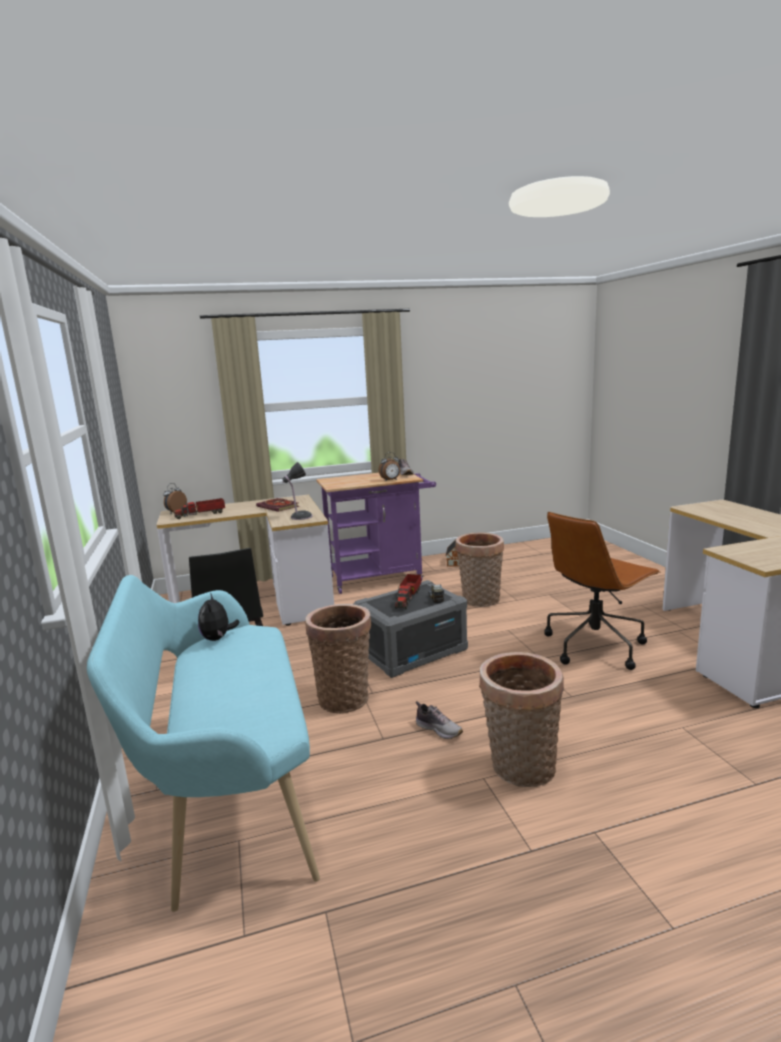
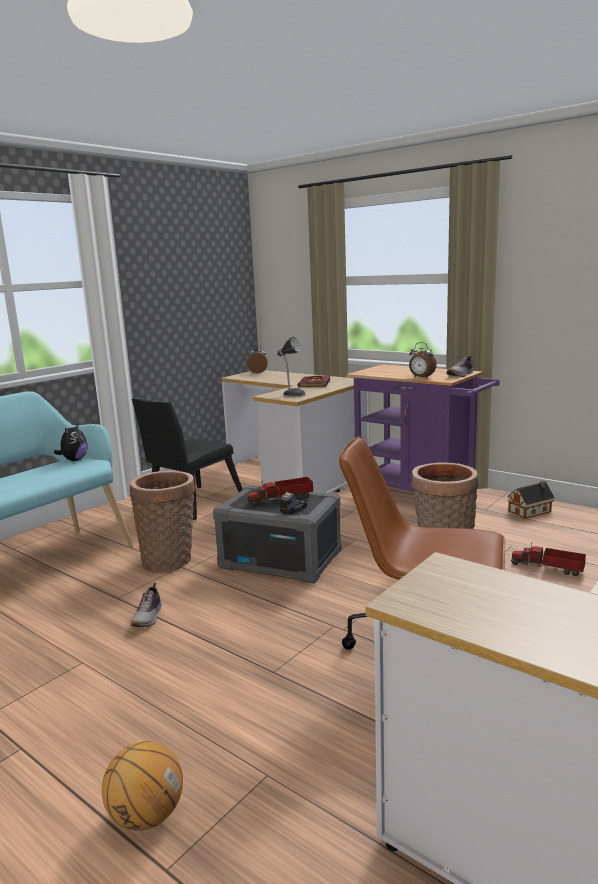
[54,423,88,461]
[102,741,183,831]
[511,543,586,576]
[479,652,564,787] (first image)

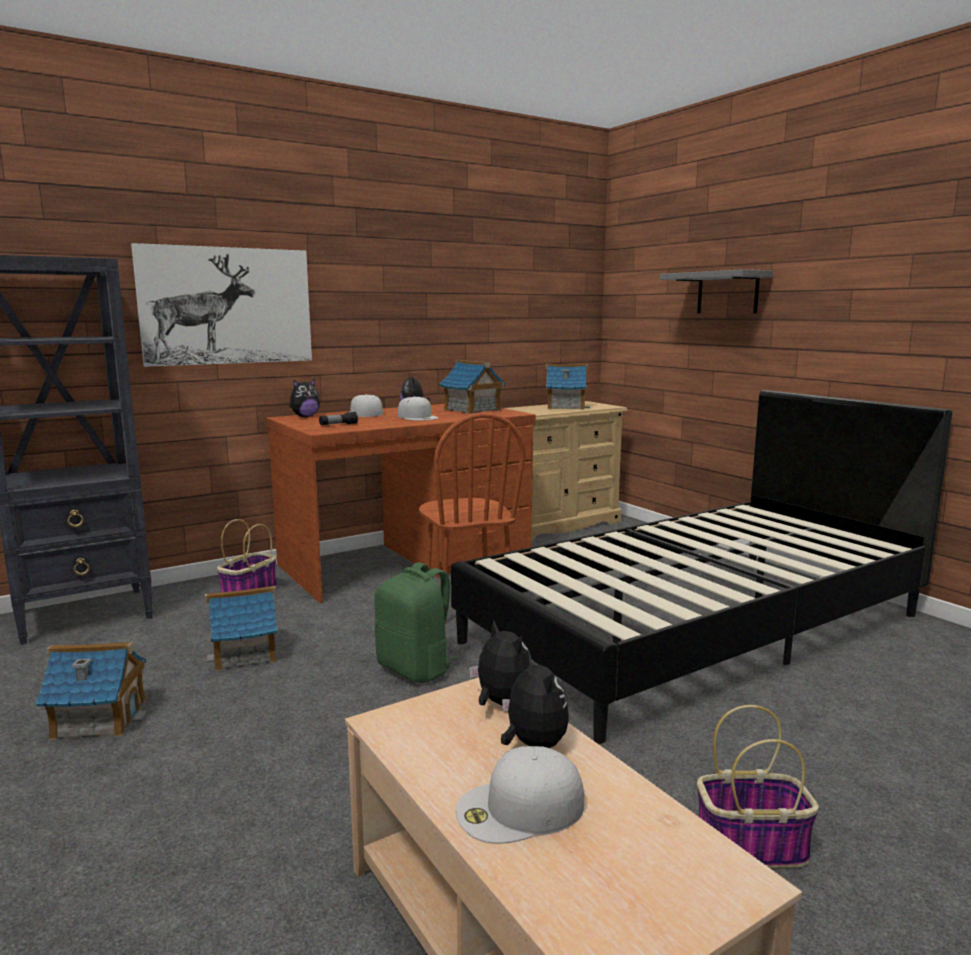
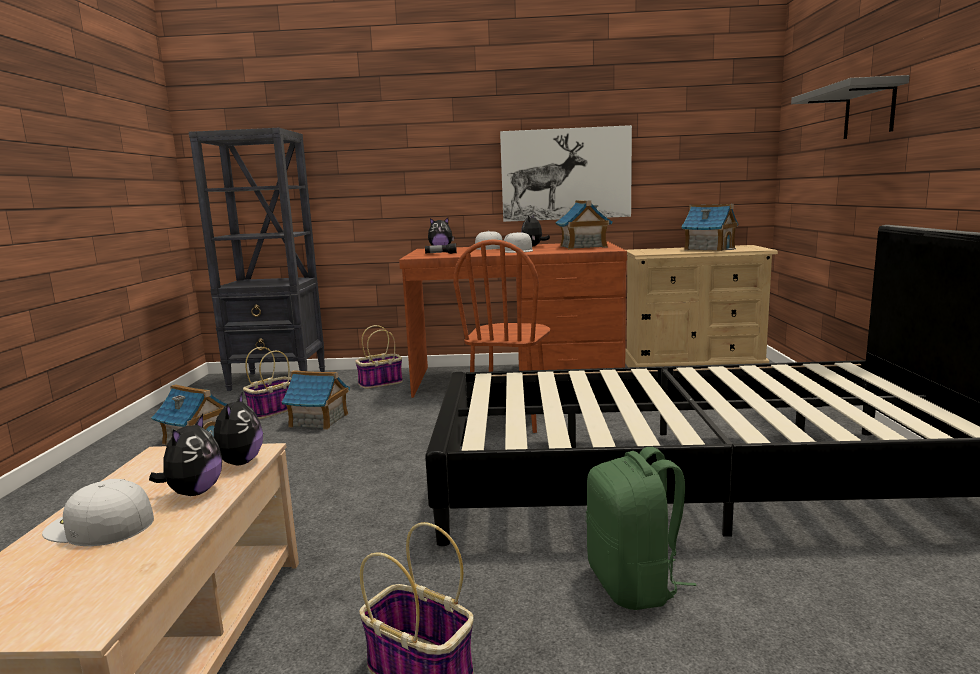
[243,347,291,419]
[500,125,632,222]
[586,447,697,610]

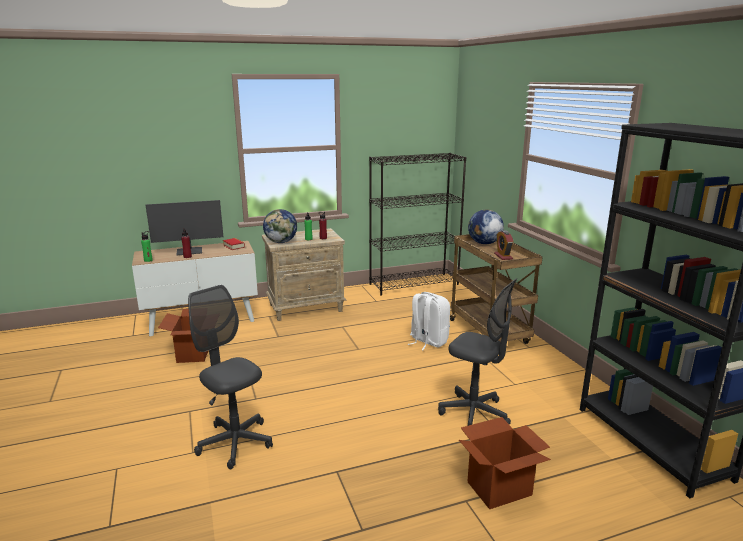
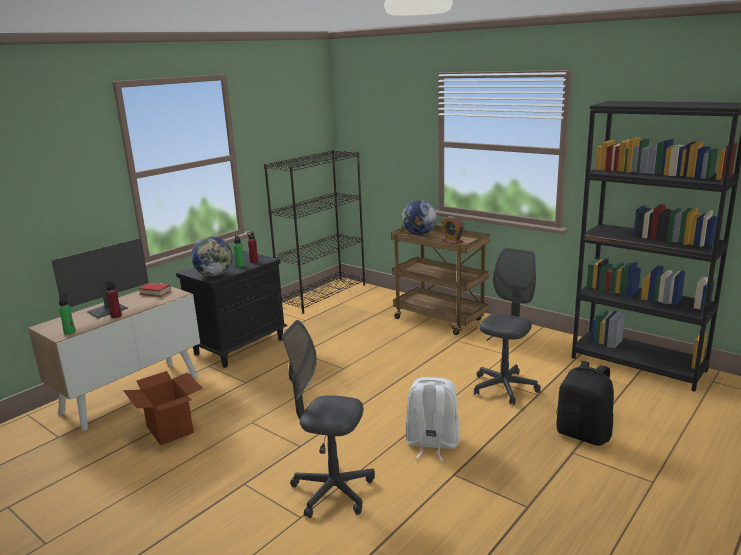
[176,251,288,368]
[406,377,459,461]
[474,248,541,405]
[556,361,614,446]

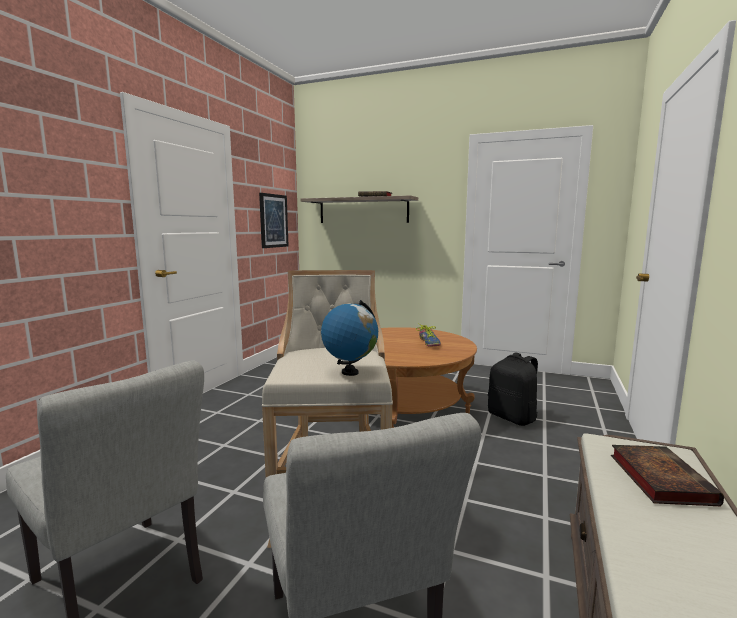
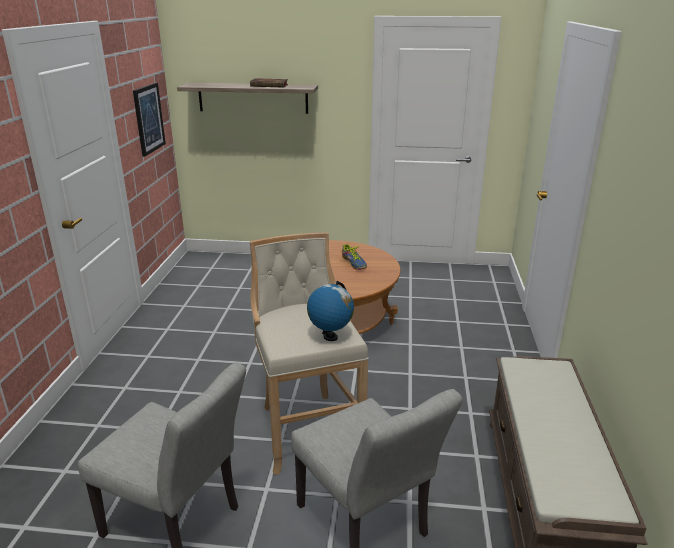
[488,353,538,426] (first image)
[611,445,724,506] (first image)

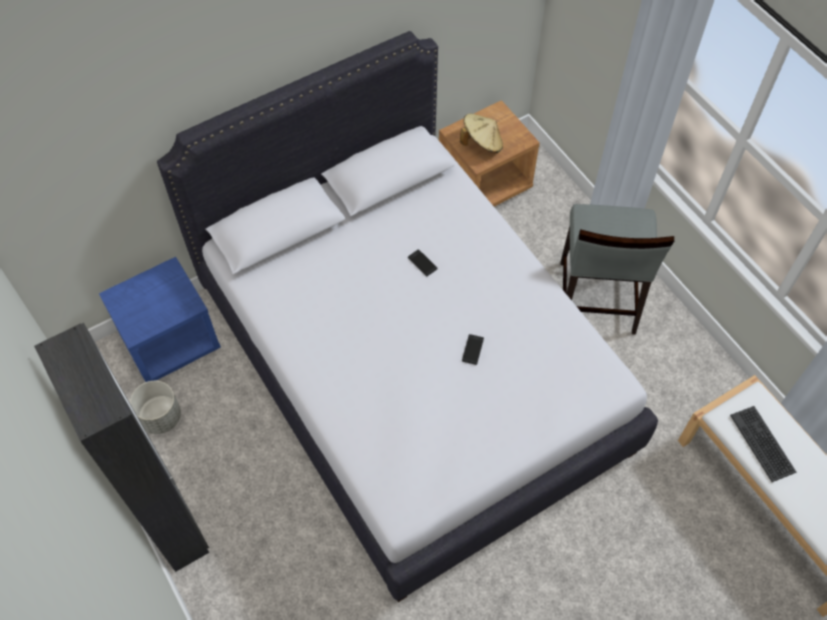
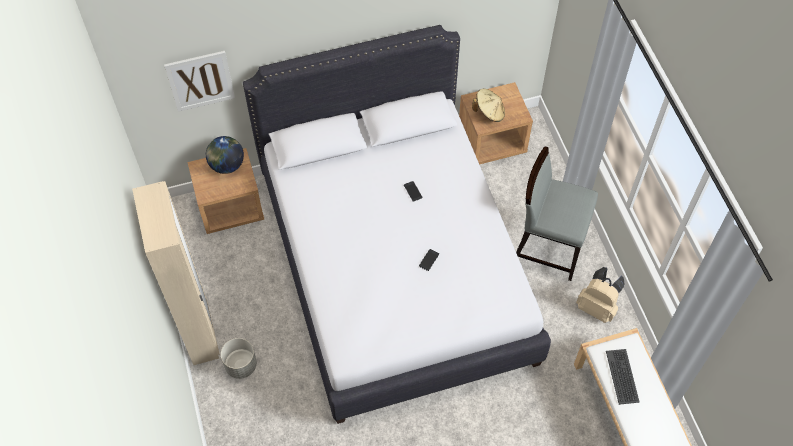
[132,181,220,365]
[164,51,235,112]
[187,148,264,234]
[206,136,244,174]
[221,338,257,379]
[516,146,598,281]
[576,267,625,323]

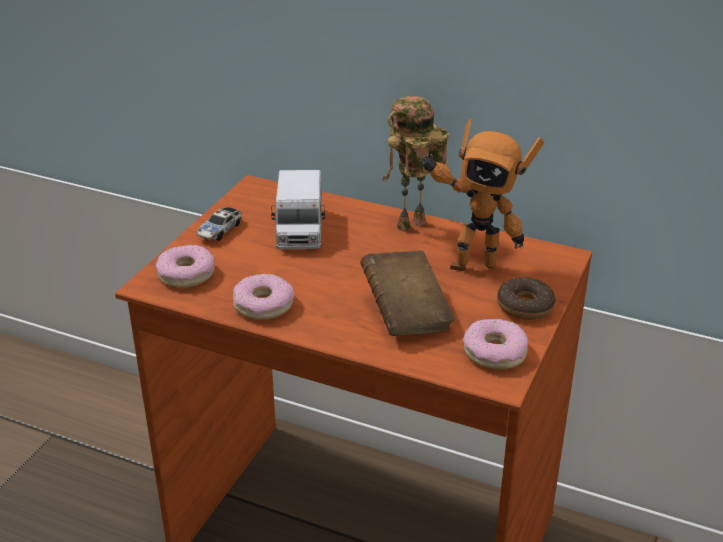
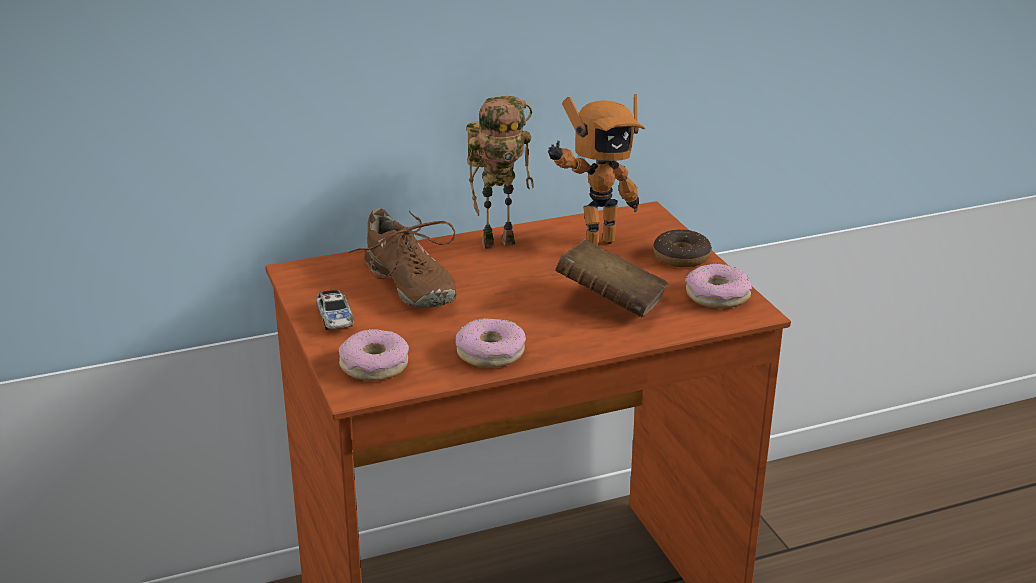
[349,208,456,308]
[467,96,534,249]

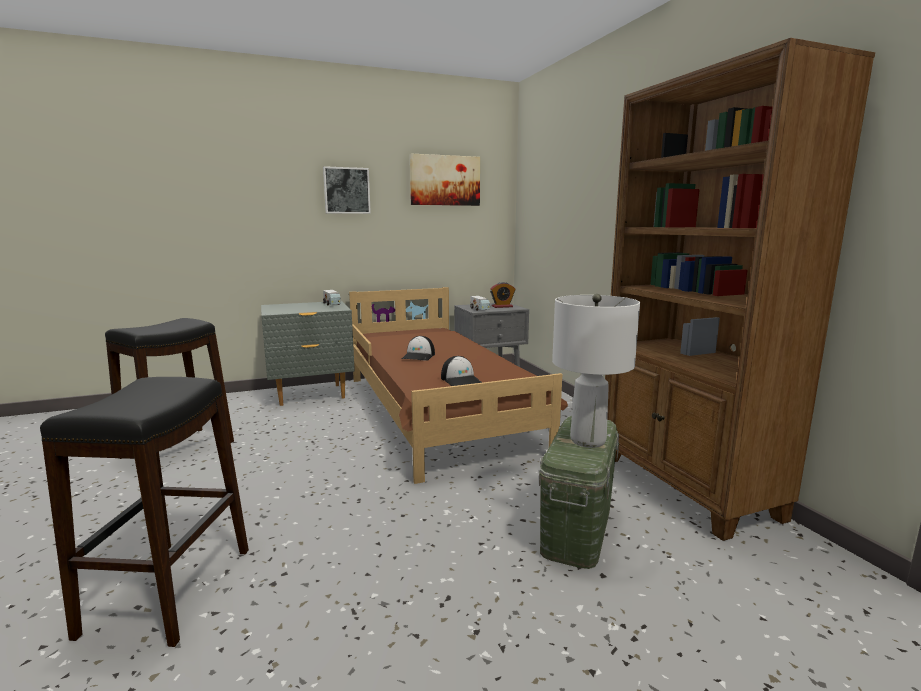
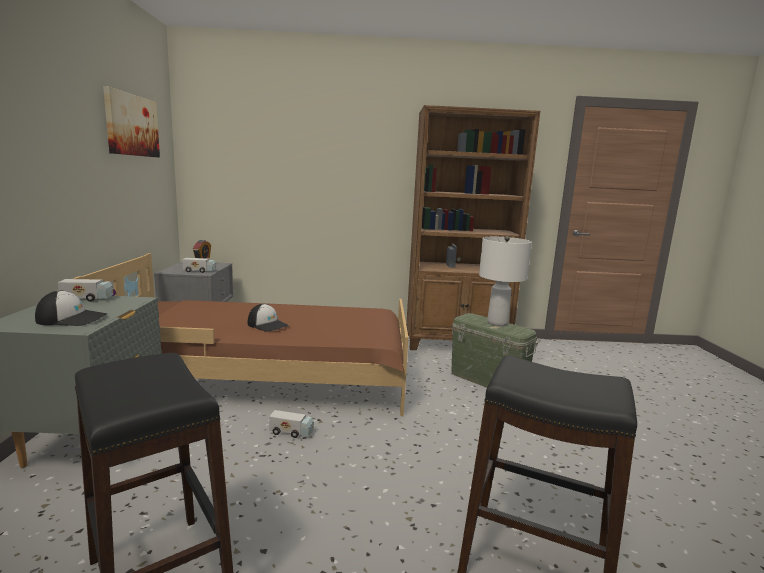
[35,291,107,326]
[269,410,314,438]
[323,166,371,214] (first image)

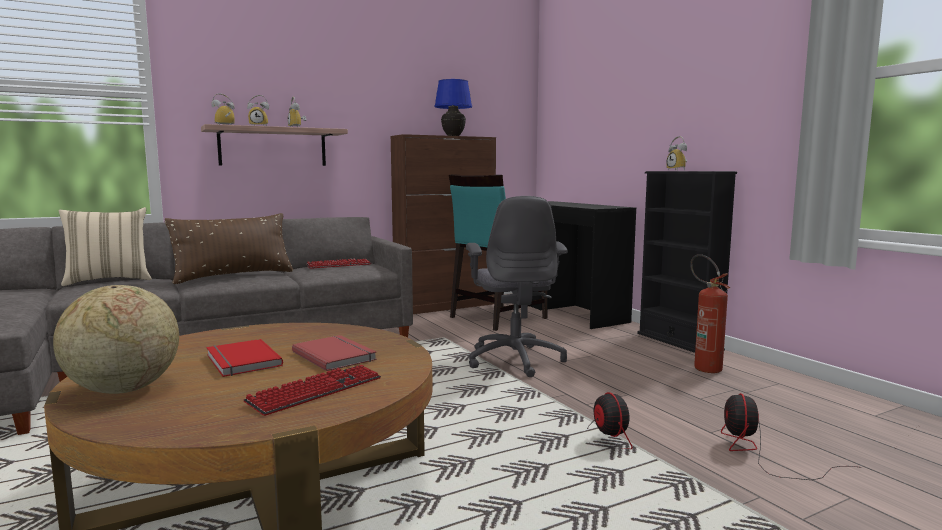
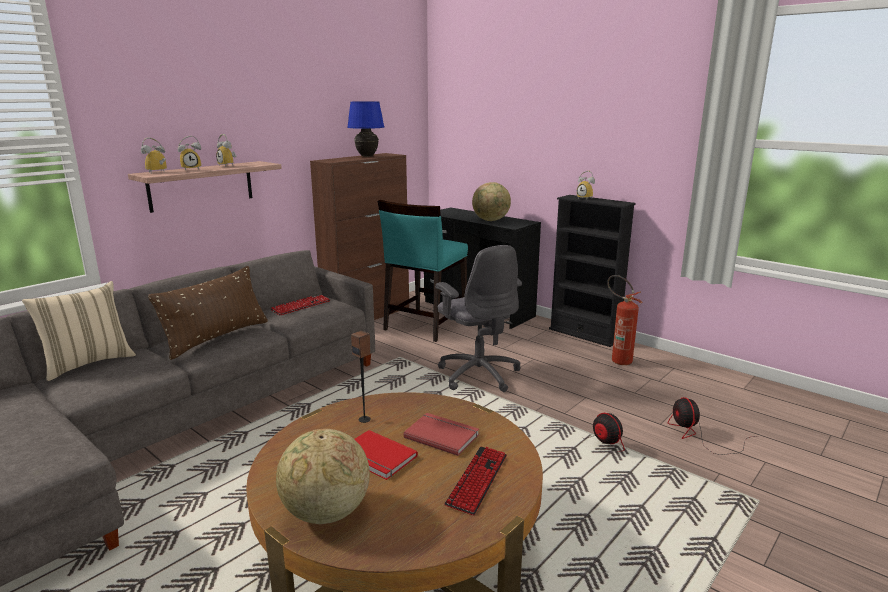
[351,331,371,423]
[472,182,511,221]

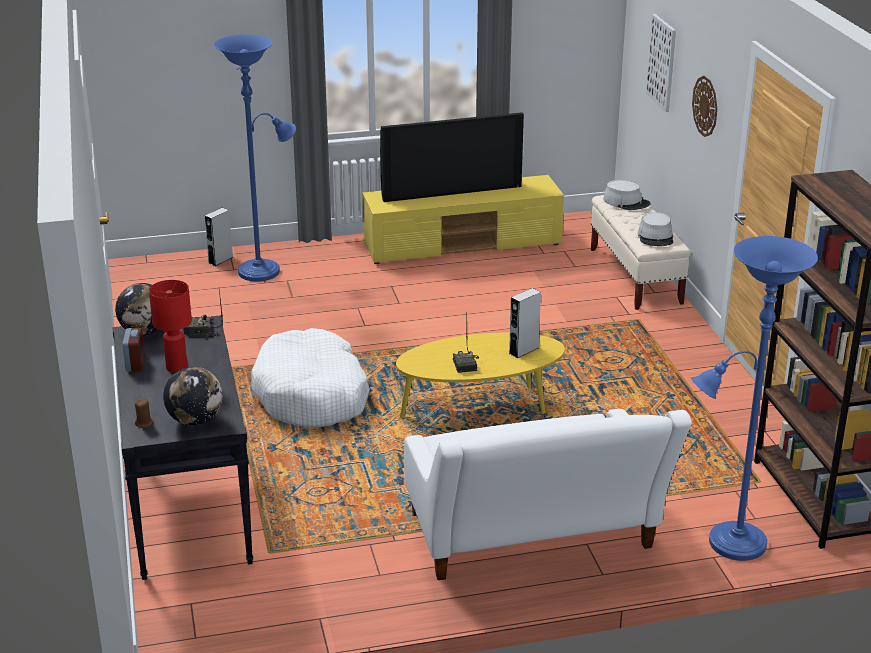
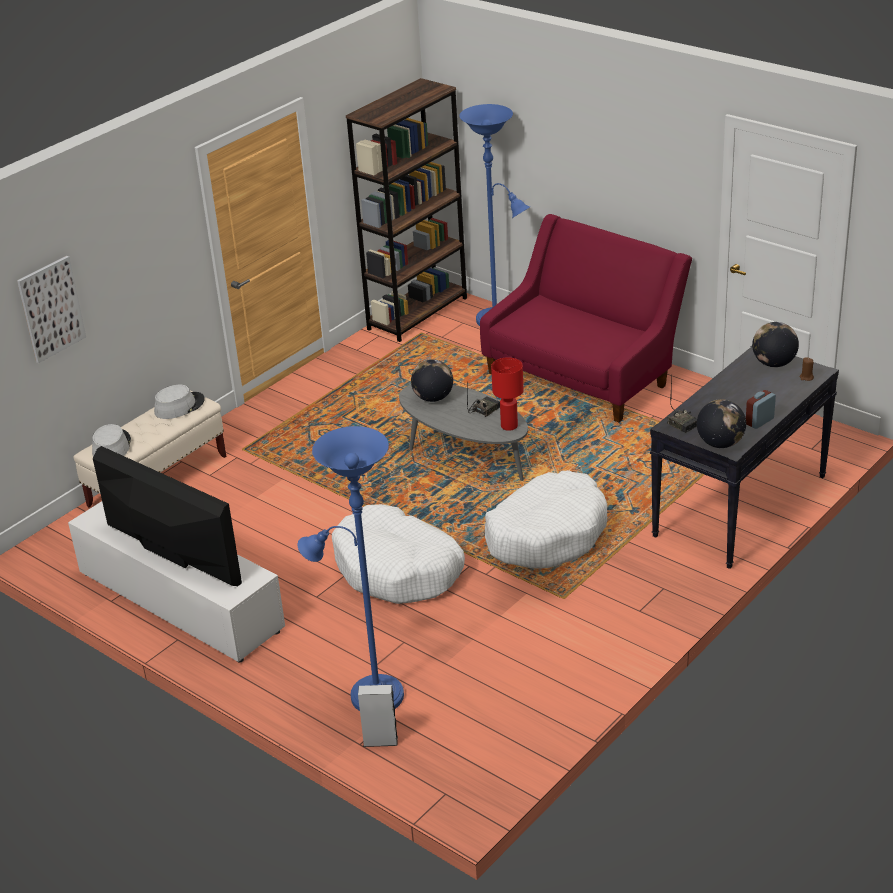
[68,501,285,662]
[332,504,465,604]
[399,385,528,481]
[411,359,453,402]
[480,214,692,422]
[491,357,524,431]
[692,76,717,137] (first image)

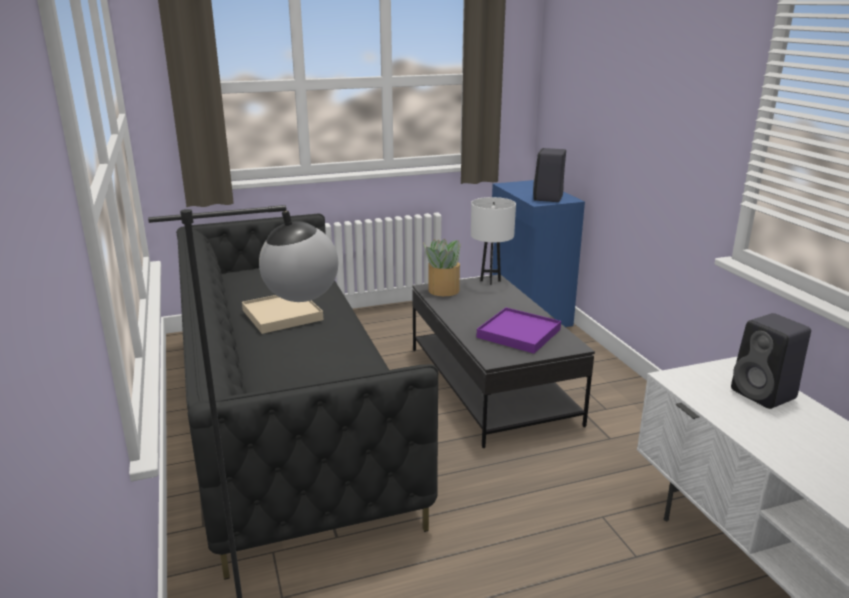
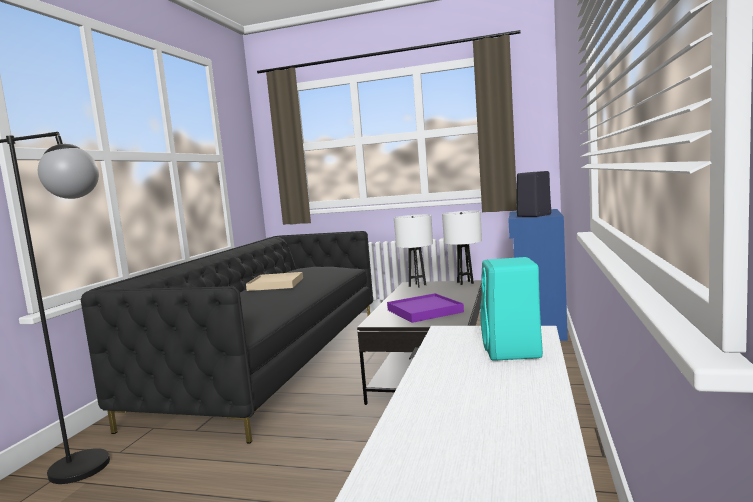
[394,214,433,288]
[480,257,543,360]

